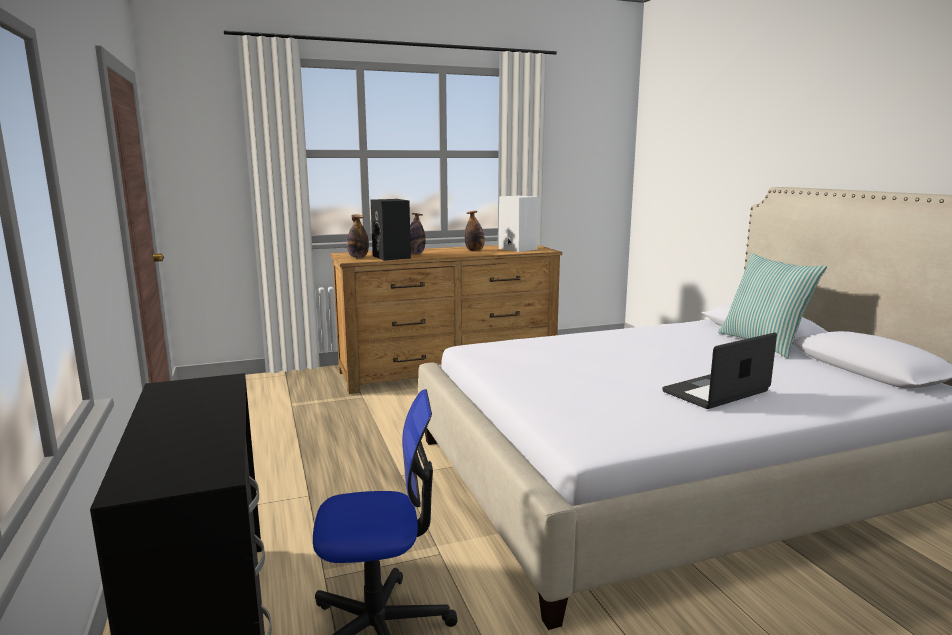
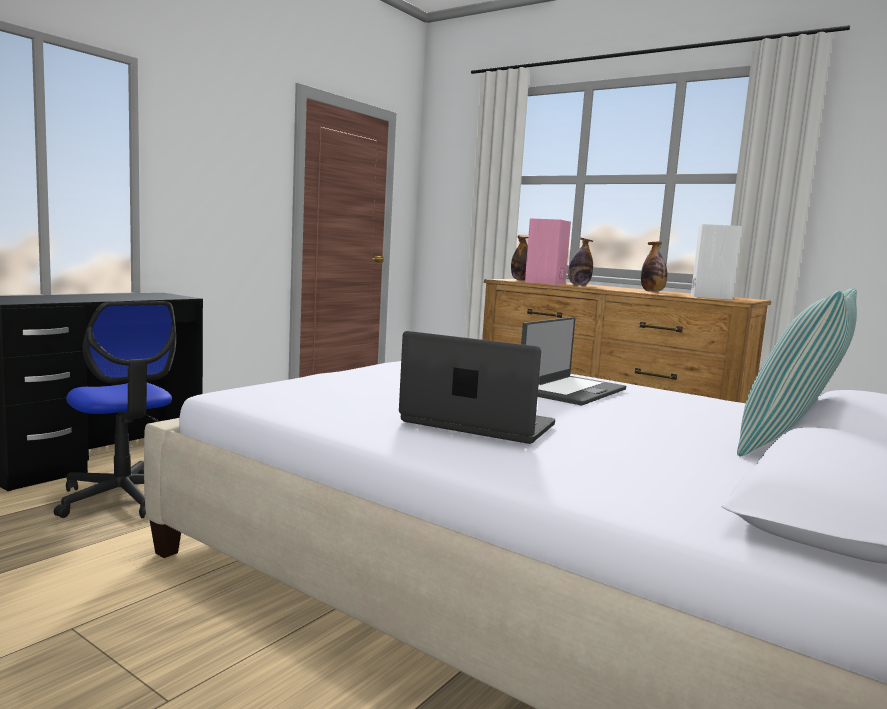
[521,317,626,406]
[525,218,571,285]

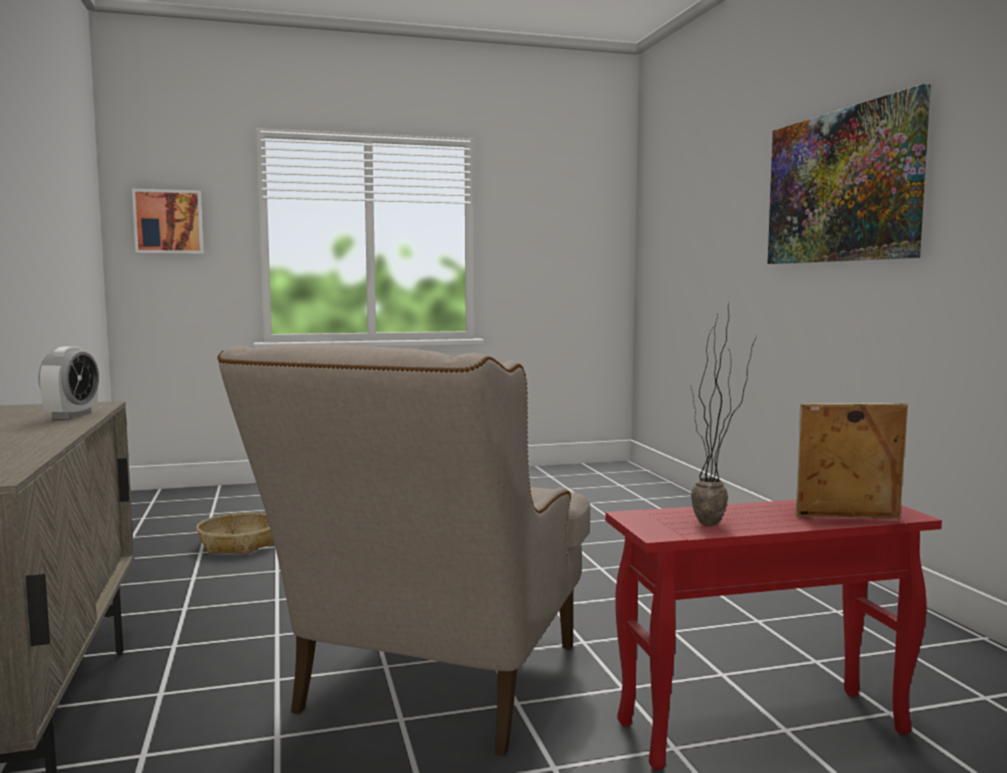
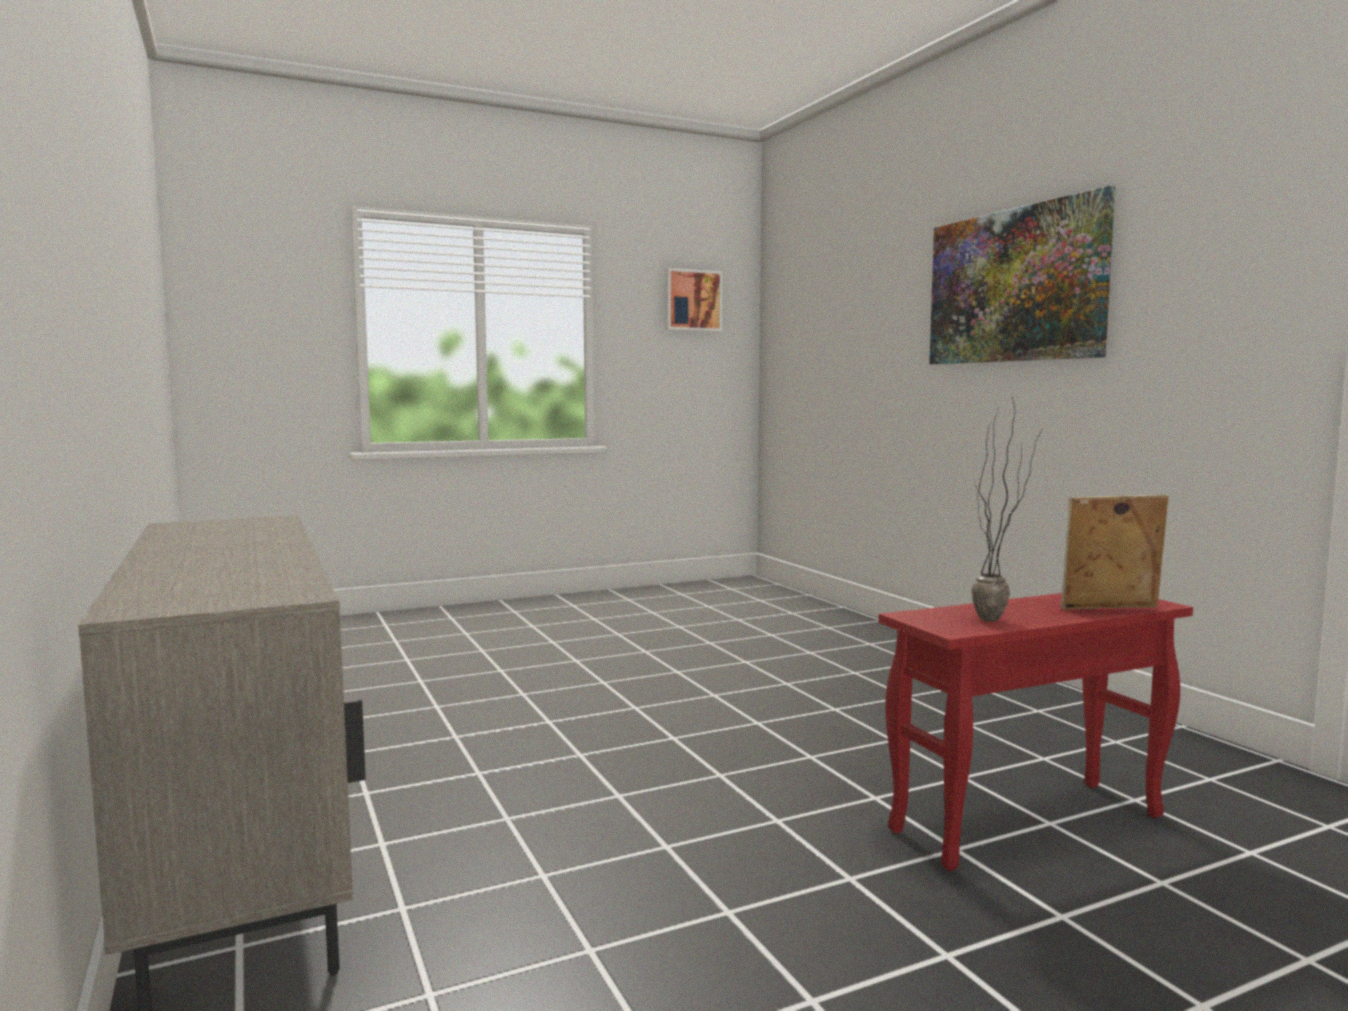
[665,268,723,332]
[39,346,99,419] (first image)
[196,512,274,554] (first image)
[218,345,590,756] (first image)

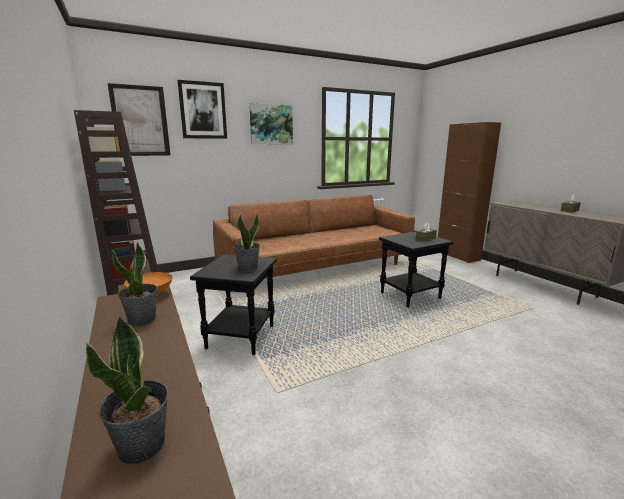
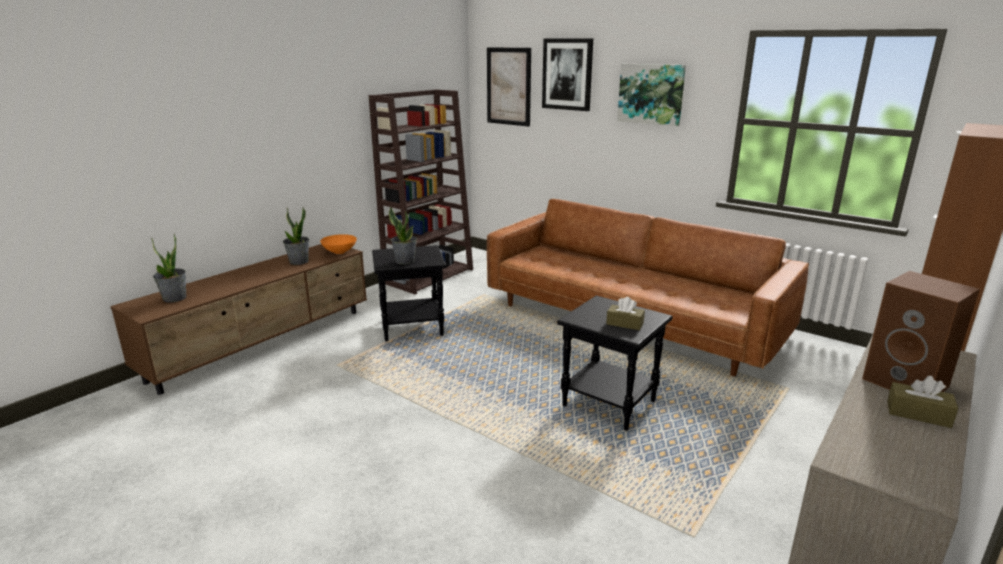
[862,271,980,392]

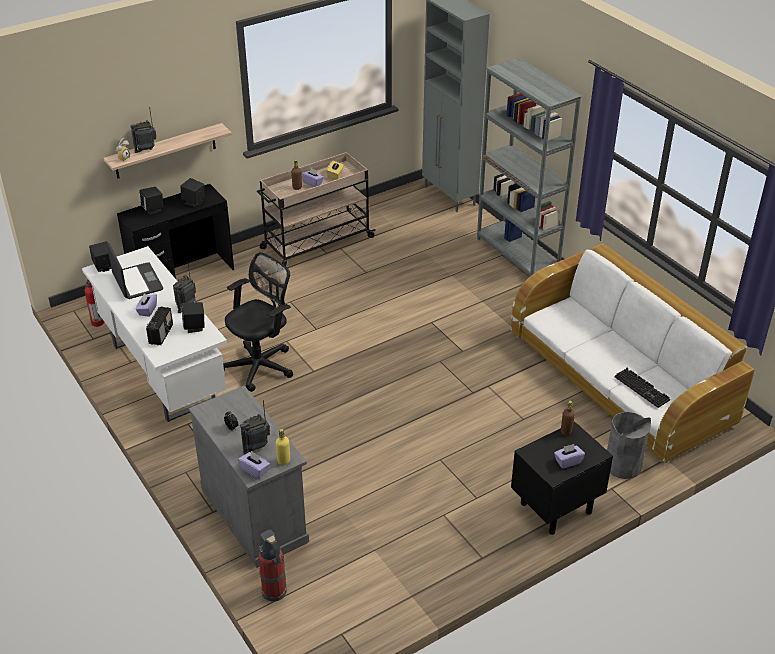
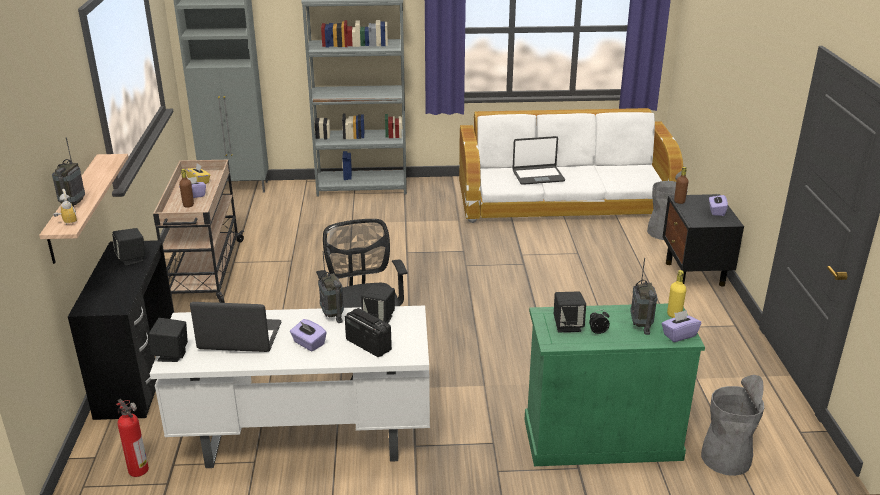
[513,136,565,185]
[525,304,705,466]
[554,291,586,332]
[701,375,764,476]
[615,368,670,408] (first image)

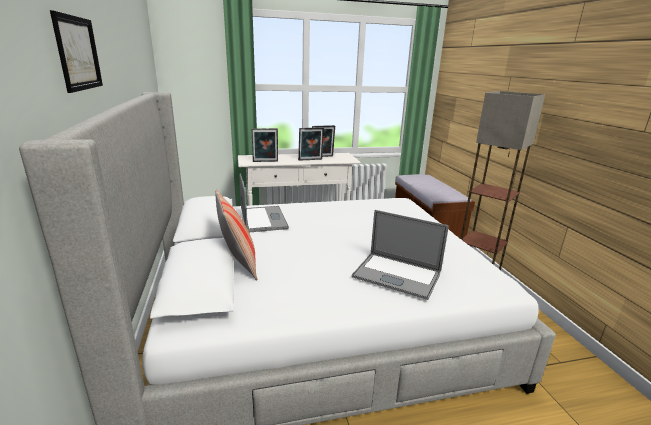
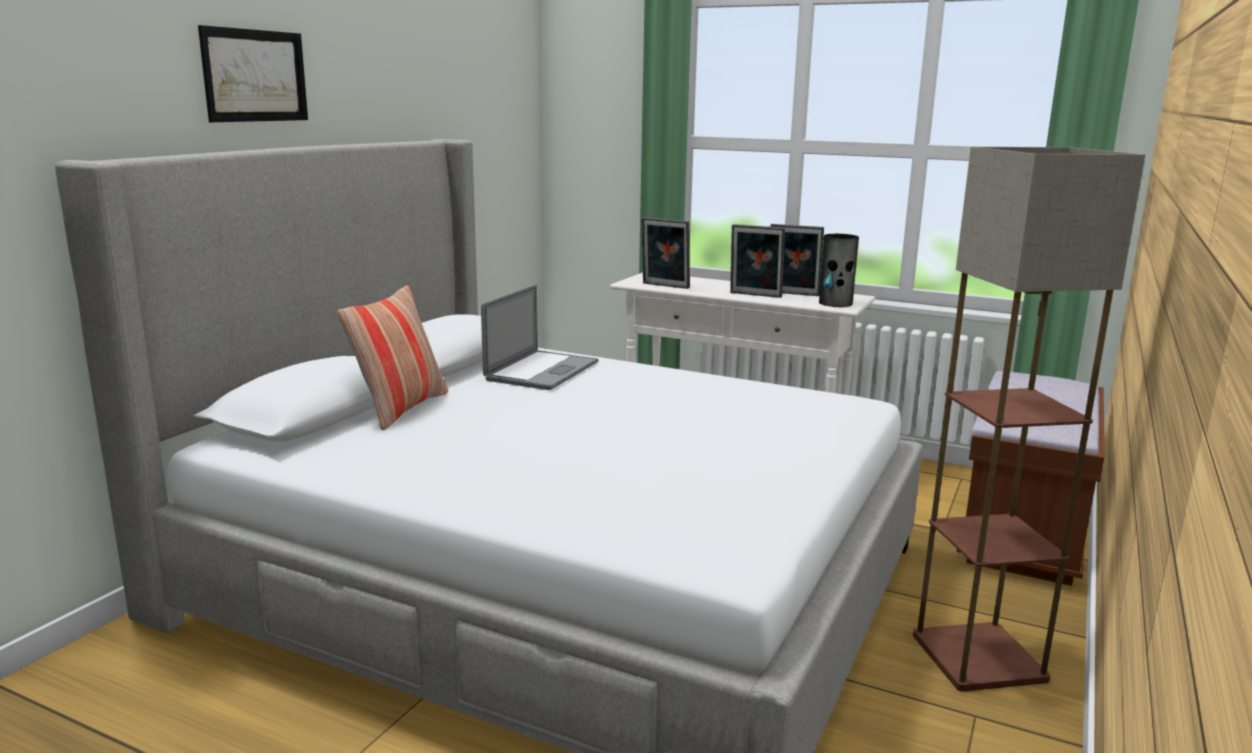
[819,234,859,307]
[352,210,449,300] (first image)

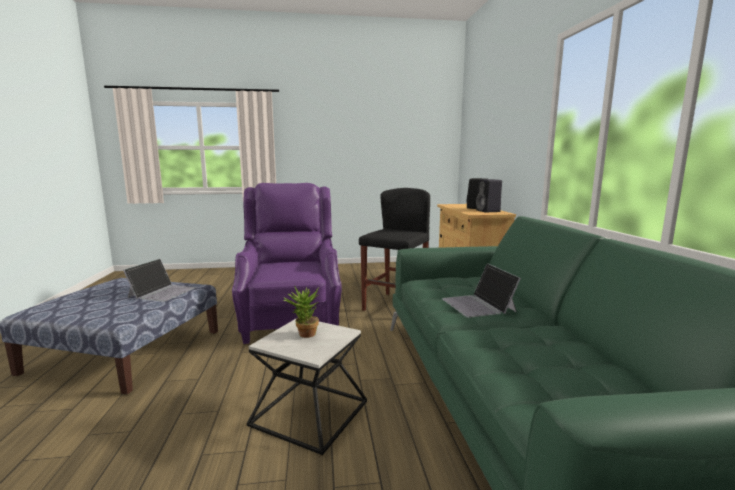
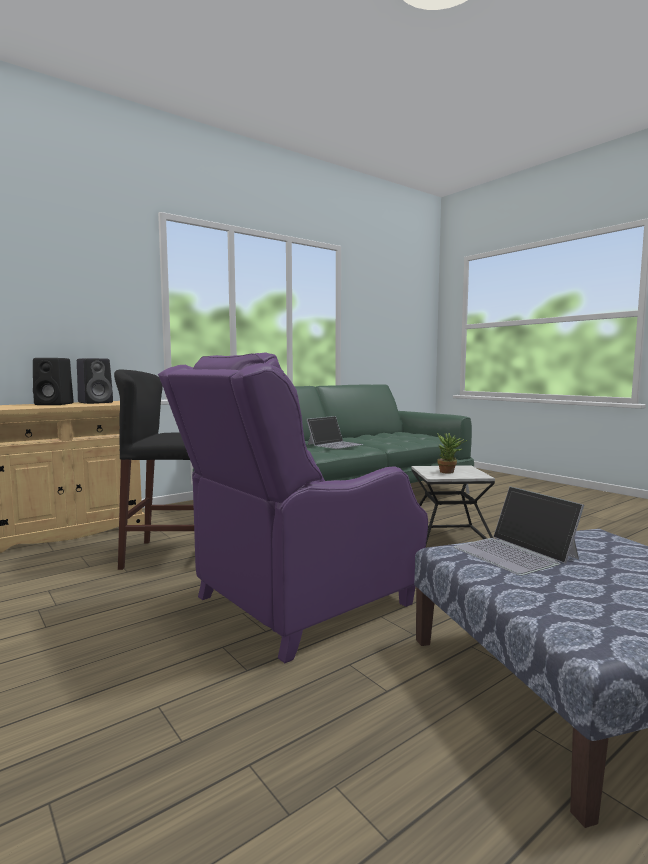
[454,486,584,576]

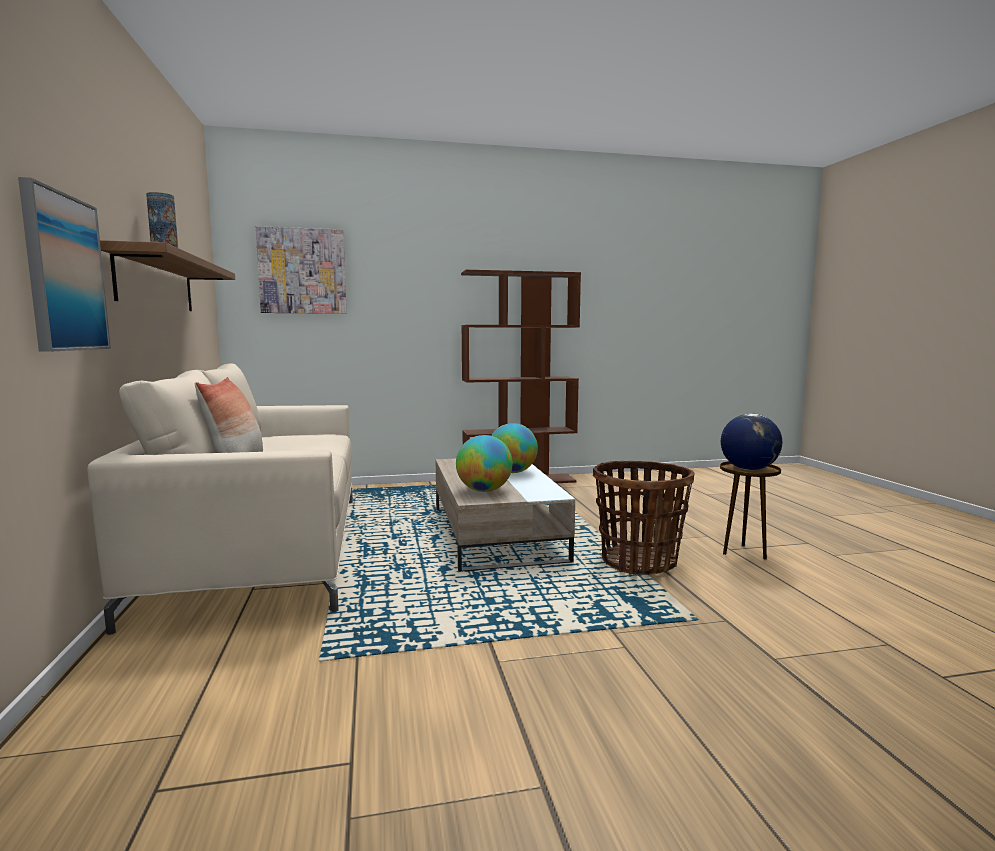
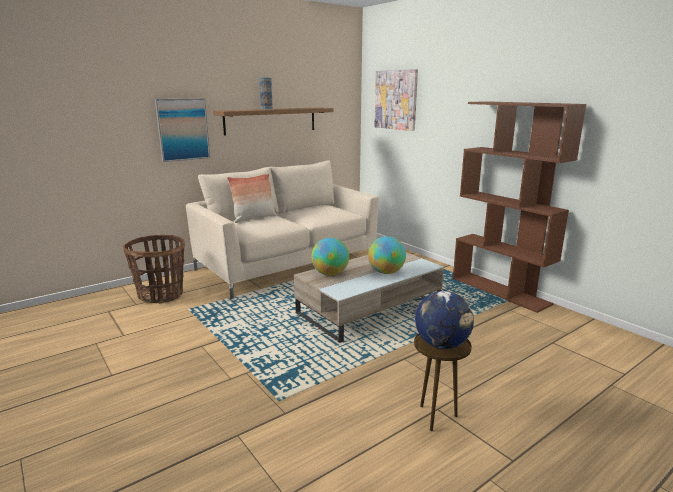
[123,235,185,304]

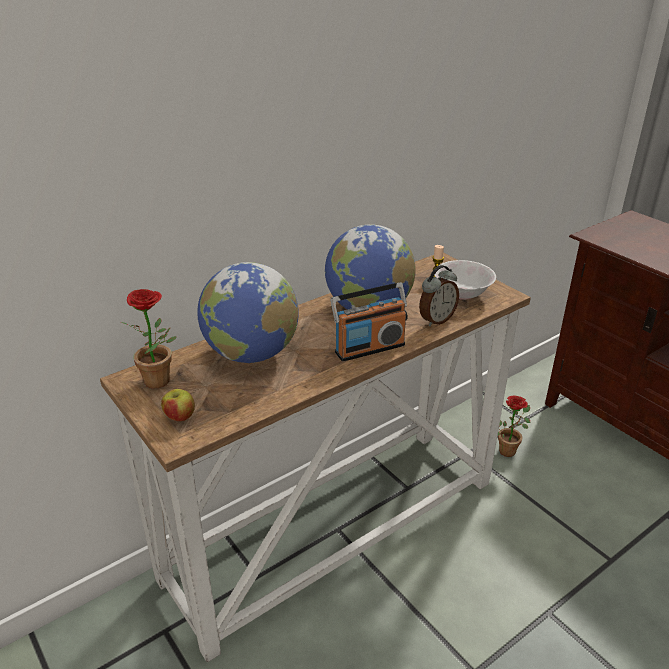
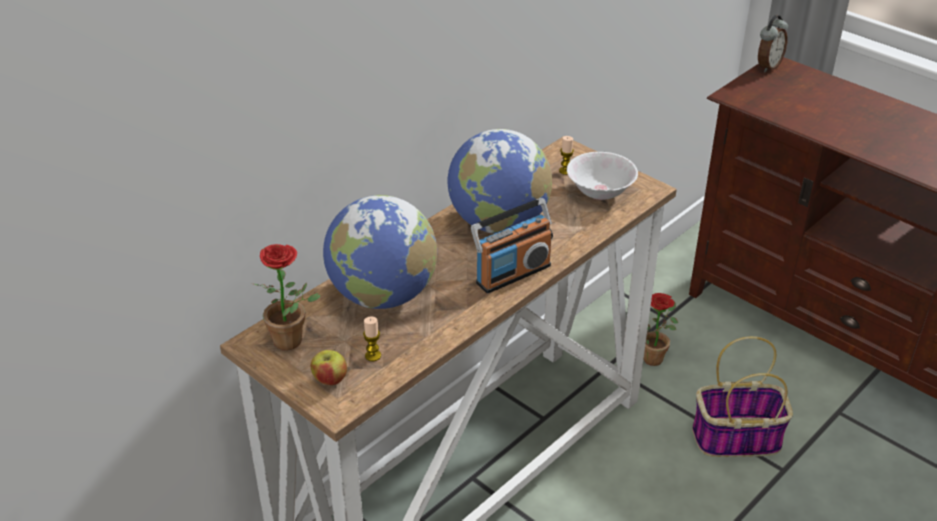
[363,317,381,361]
[692,336,793,457]
[758,15,788,73]

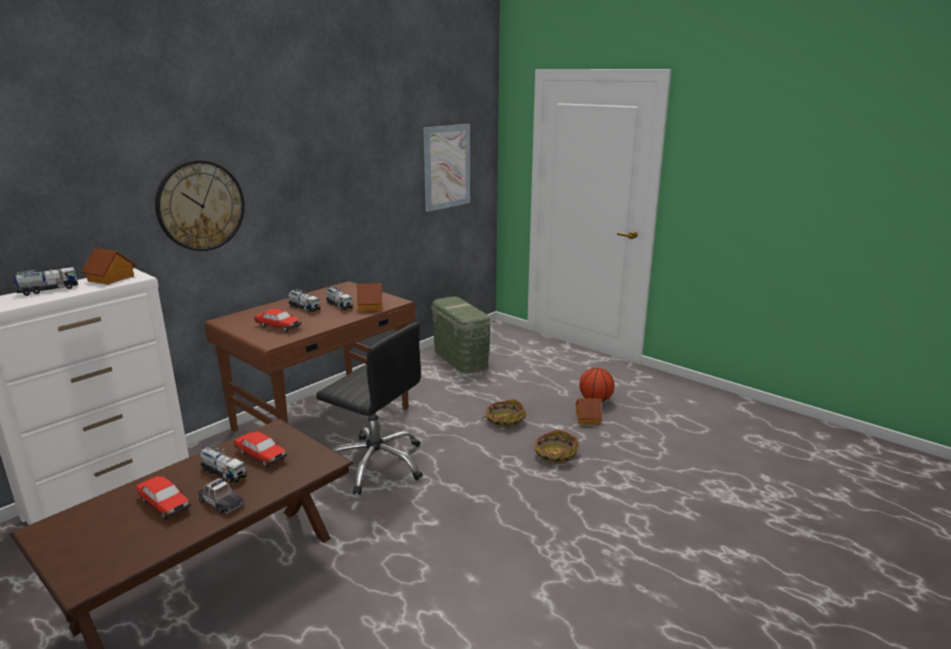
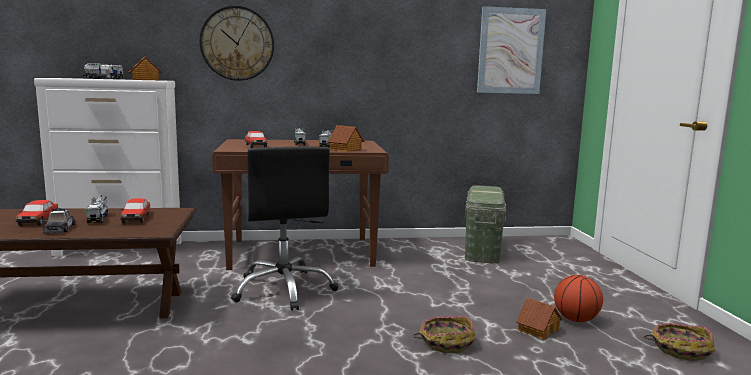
[644,323,715,361]

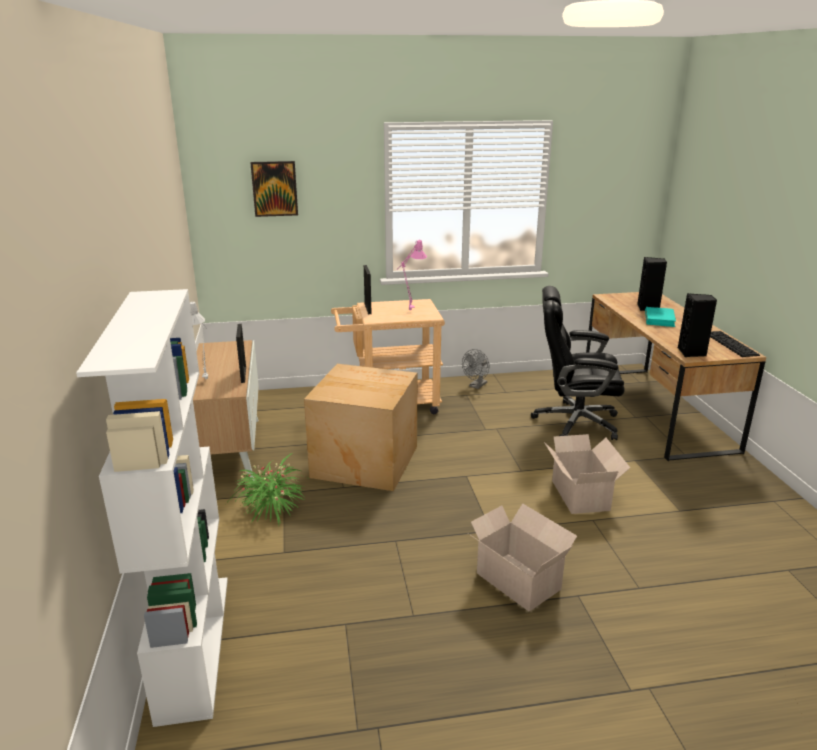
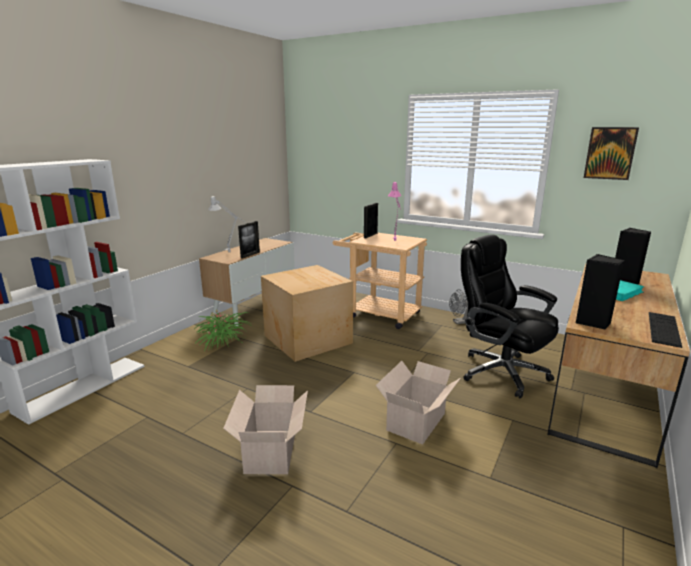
[584,127,639,180]

